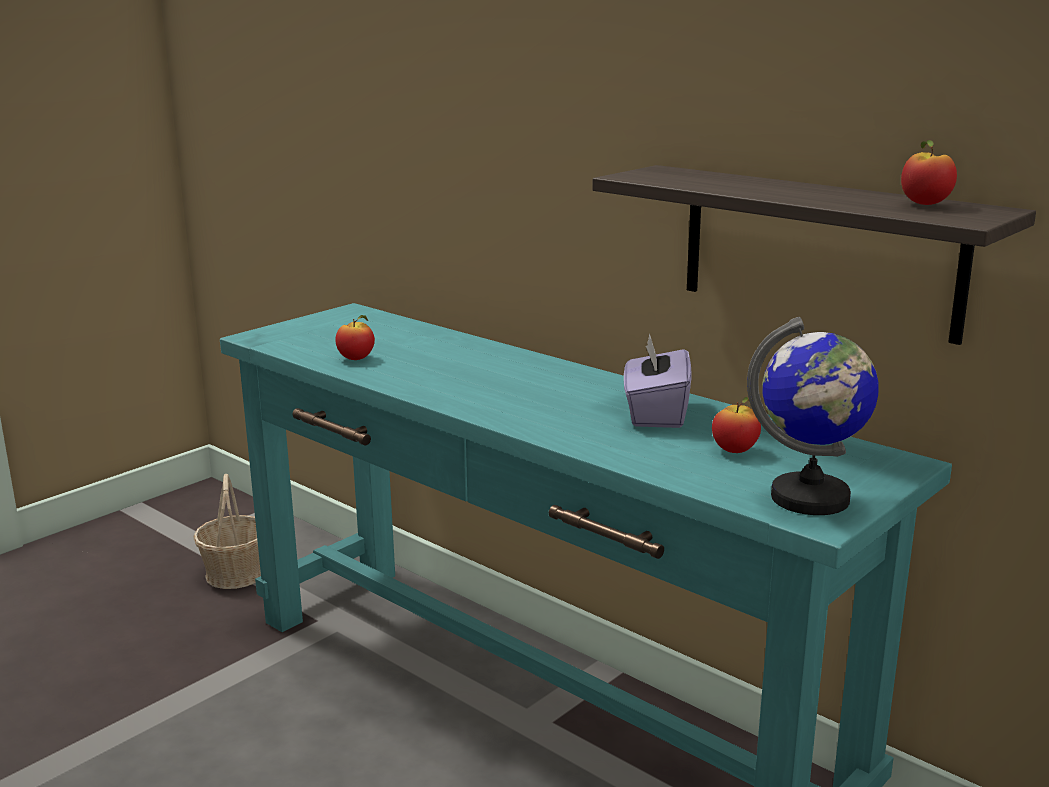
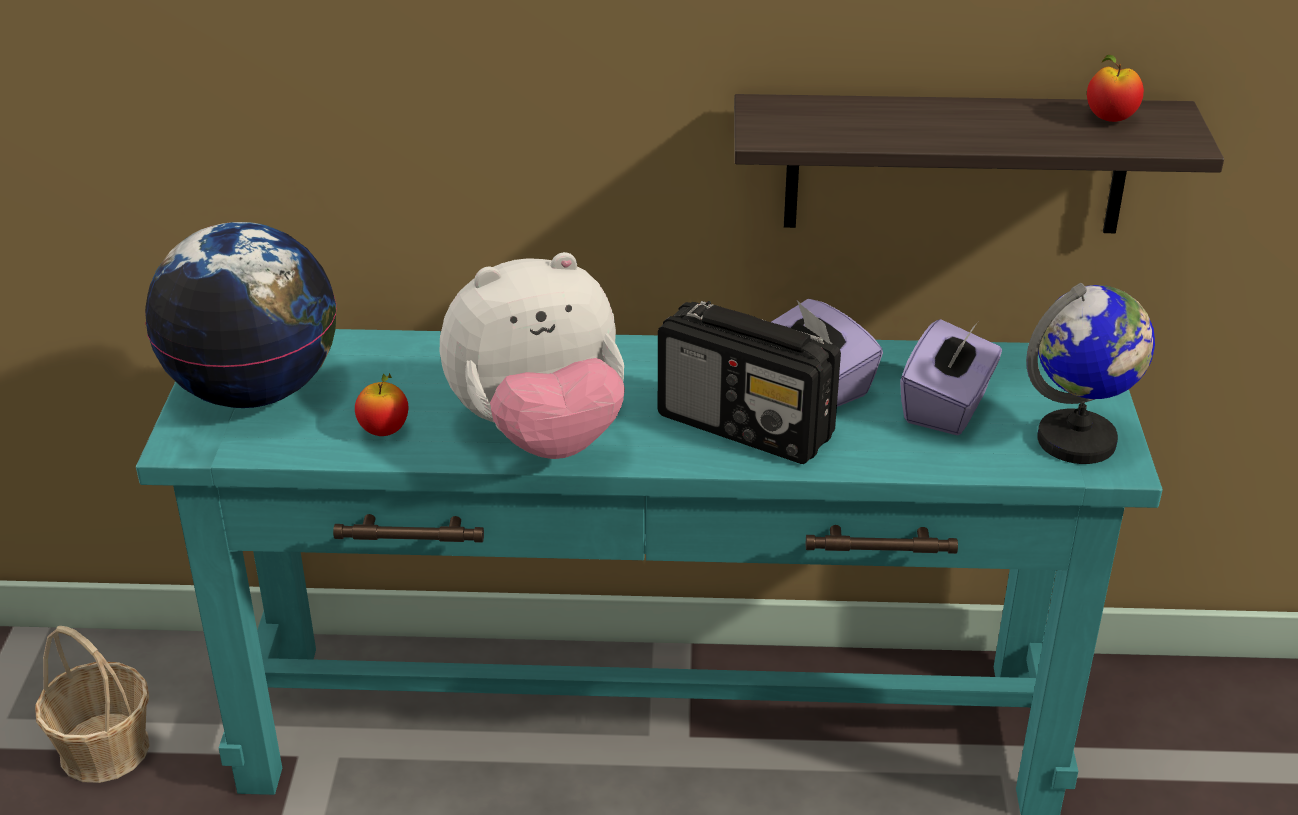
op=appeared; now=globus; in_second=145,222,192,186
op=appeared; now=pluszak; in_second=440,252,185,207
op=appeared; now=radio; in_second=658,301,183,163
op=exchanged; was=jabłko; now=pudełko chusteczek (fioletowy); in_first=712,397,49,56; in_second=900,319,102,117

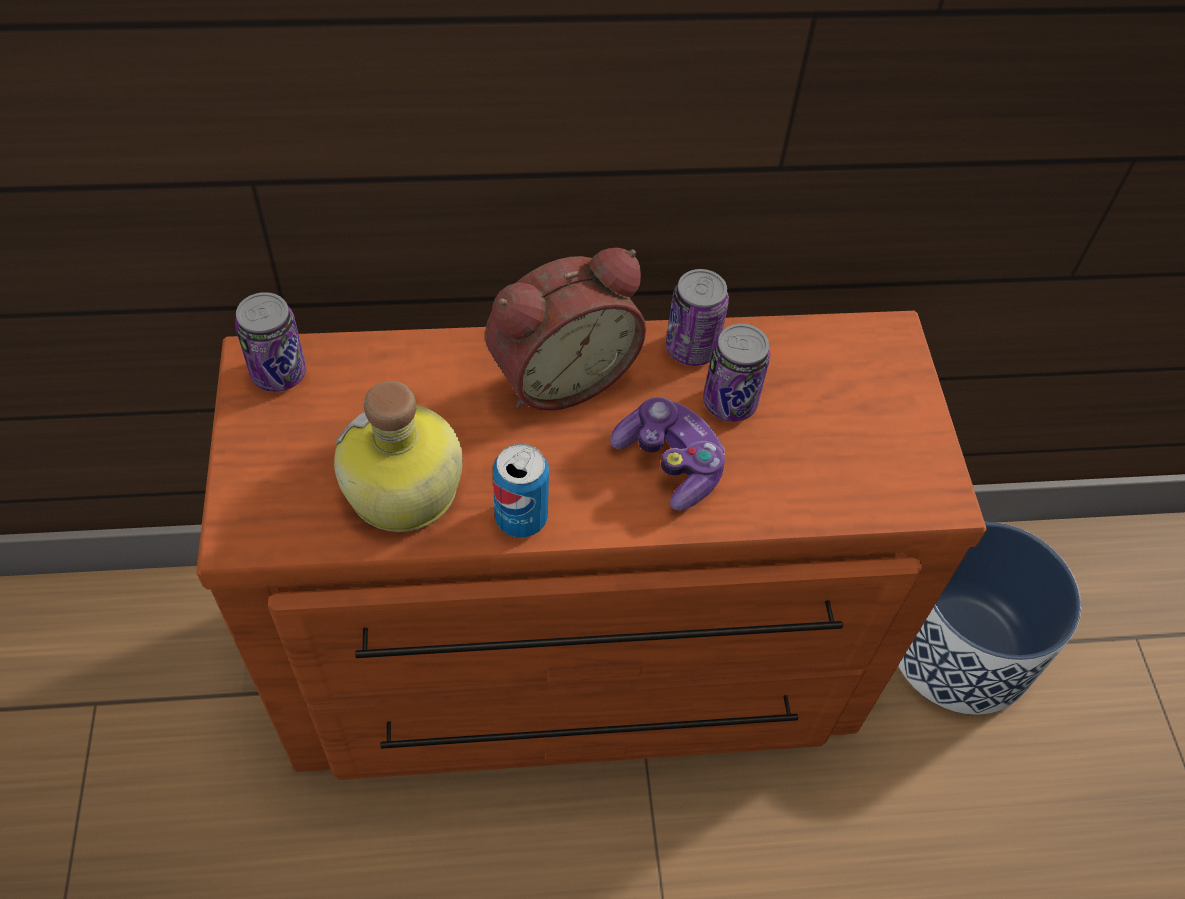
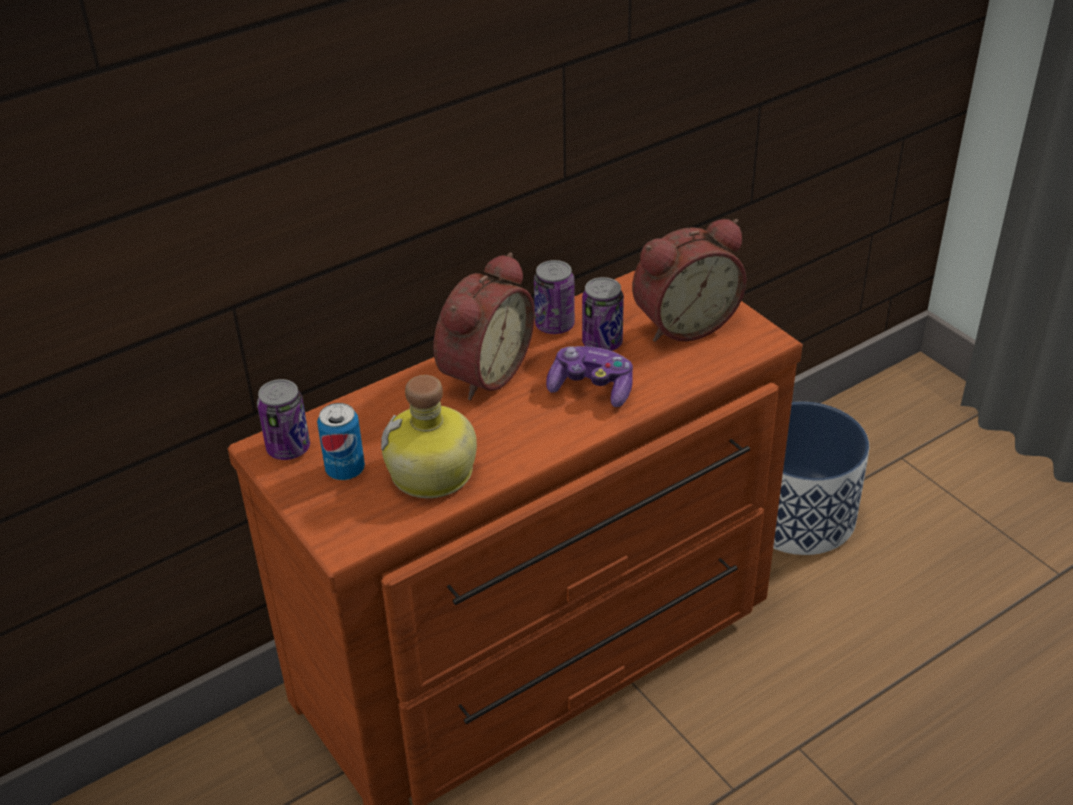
op=relocated; was=puszka; in_first=493,444,56,94; in_second=317,403,48,77
op=appeared; now=budzik; in_second=632,219,114,123

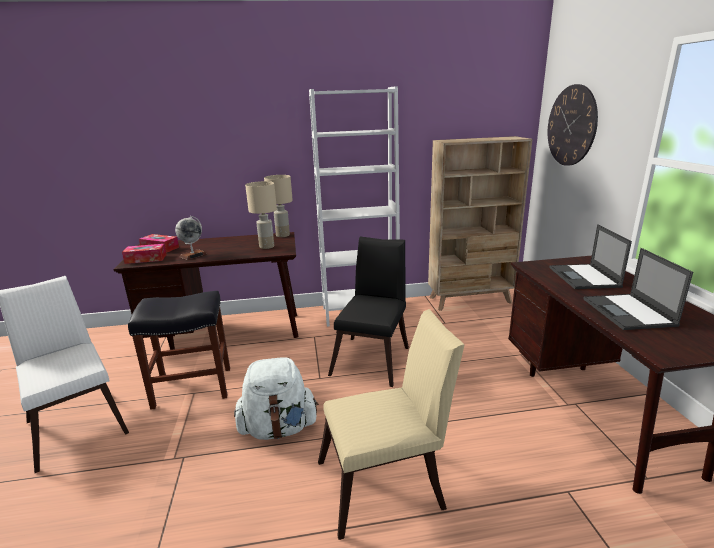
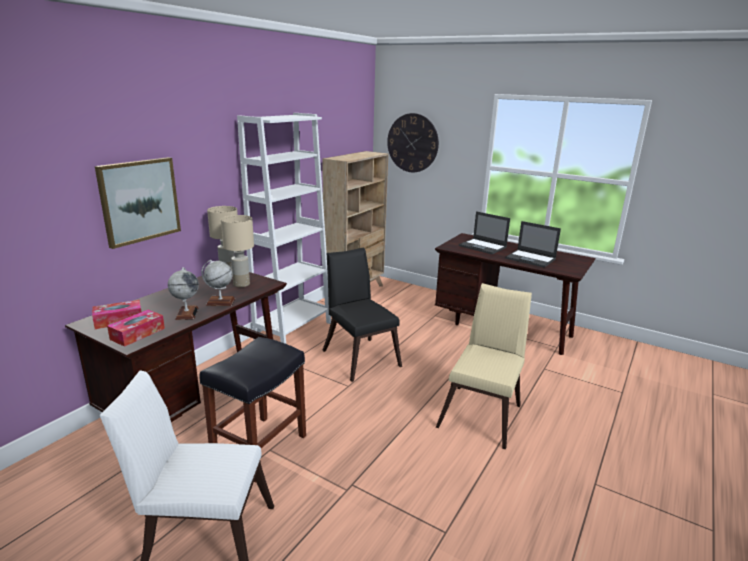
op=appeared; now=obraz; in_second=95,157,86,92
op=appeared; now=globus; in_second=201,260,34,46
op=missing; was=plecak (biały); in_first=234,357,85,83

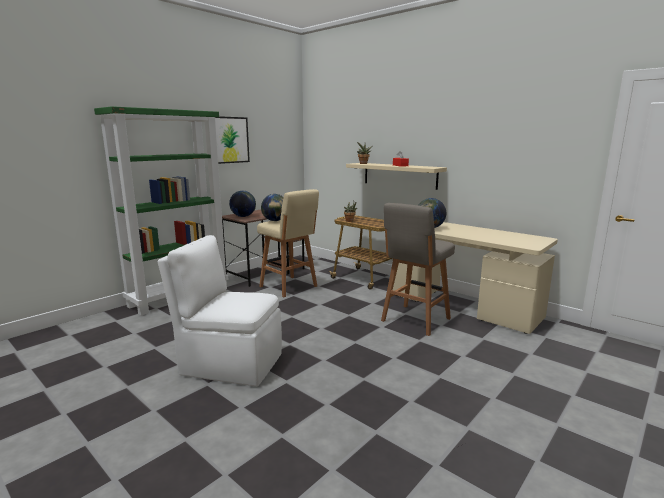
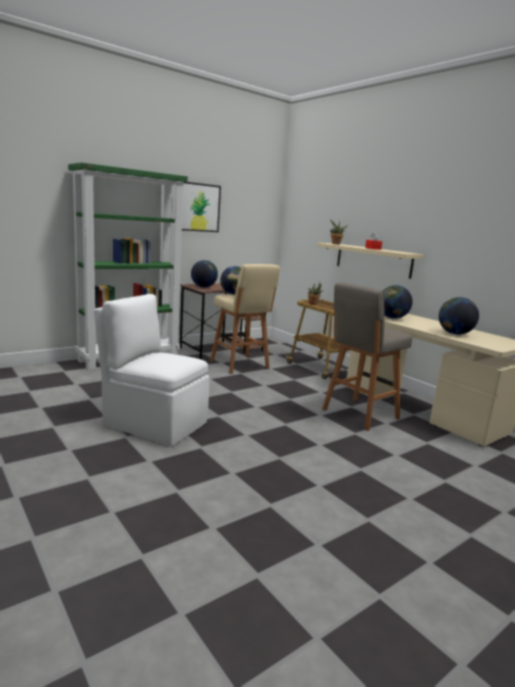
op=appeared; now=globus; in_second=439,297,40,38

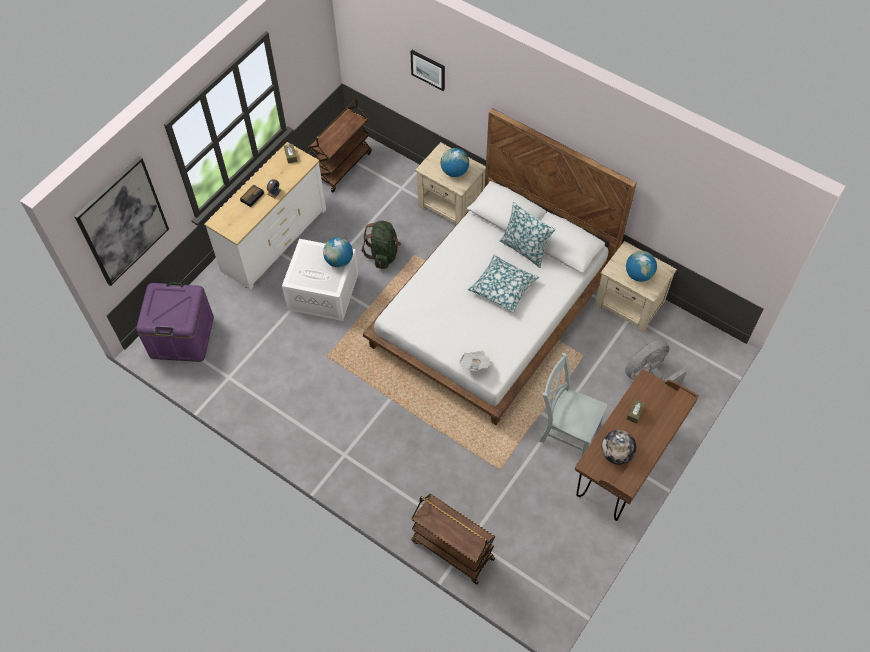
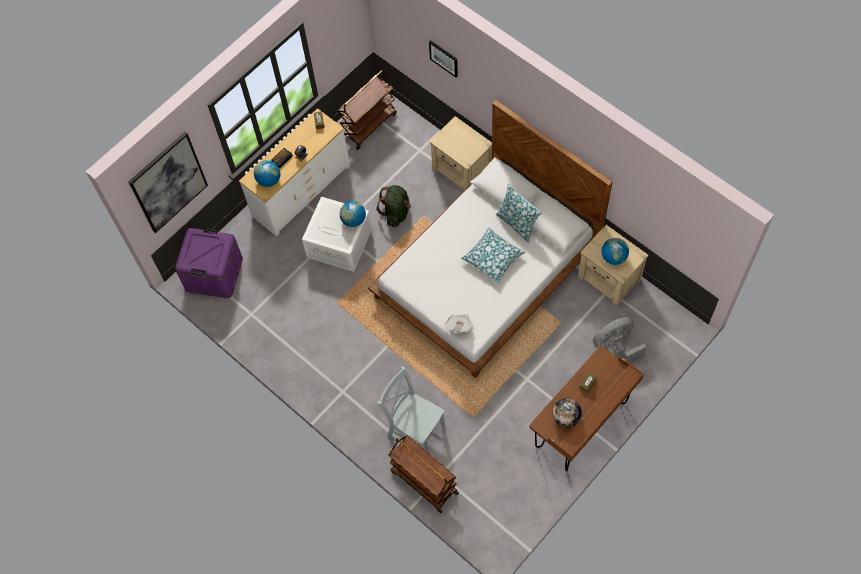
op=relocated; was=globus; in_first=440,148,29,29; in_second=254,160,26,27
op=relocated; was=krzesło (szary); in_first=539,353,68,102; in_second=377,366,68,84

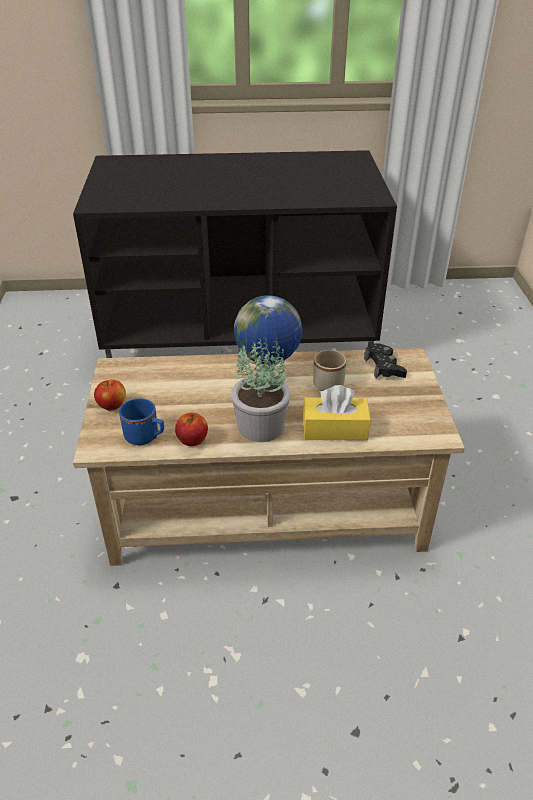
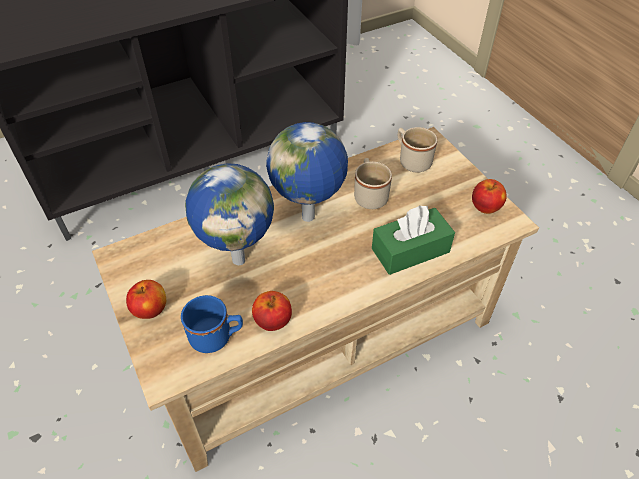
op=appeared; now=globus; in_second=185,163,89,102
op=colour; was=pudełko chusteczek (żółty); now=pudełko chusteczek (zielony); in_first=303,385,68,56; in_second=372,205,83,70
op=exchanged; was=pad do gier (czarny); now=kubek (beżowy); in_first=364,343,43,35; in_second=398,127,40,46
op=appeared; now=jabłko; in_second=472,179,35,35
op=missing; was=roślina doniczkowa; in_first=231,336,59,106

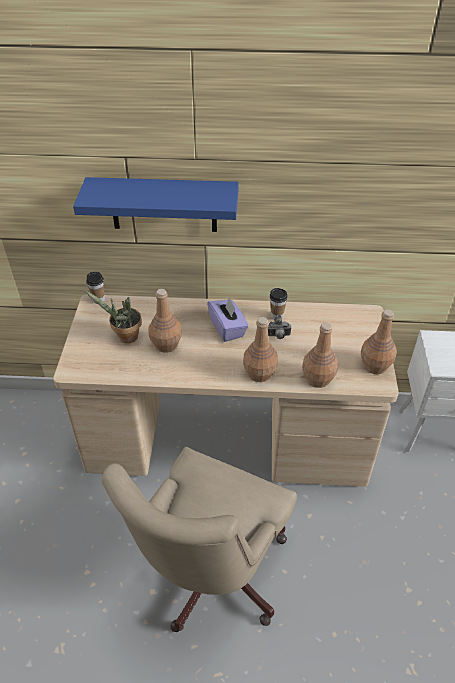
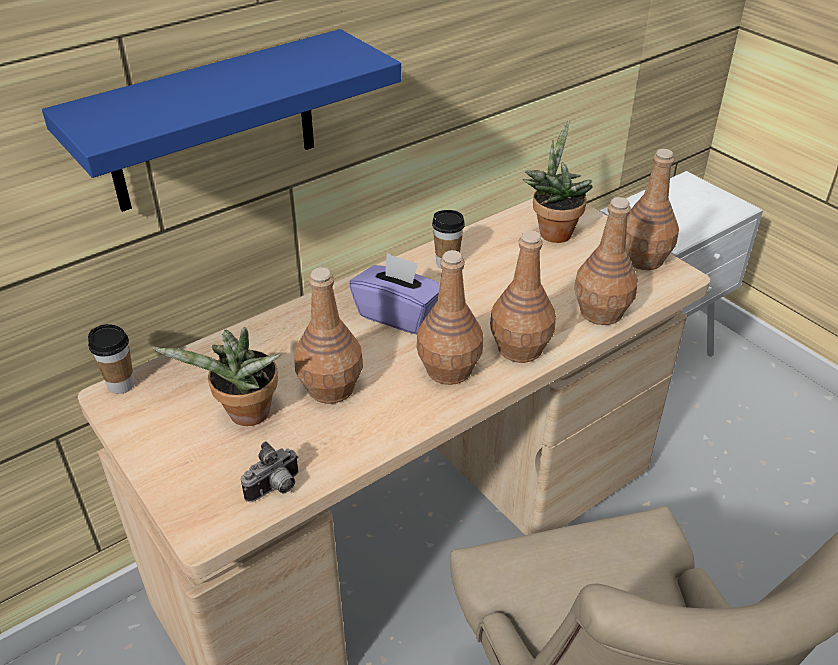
op=relocated; was=aparat fotograficzny; in_first=268,315,24,24; in_second=241,441,58,61
op=appeared; now=butelka (brązowy); in_second=417,250,66,135
op=appeared; now=roślina doniczkowa; in_second=523,120,70,123

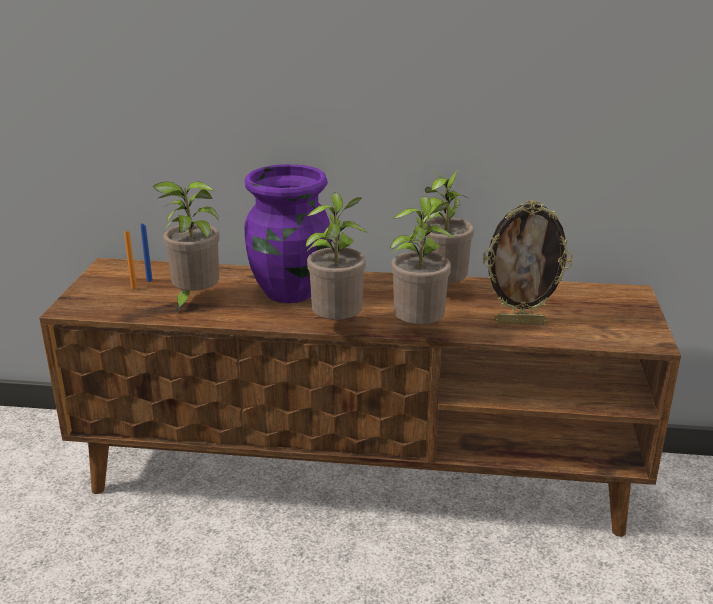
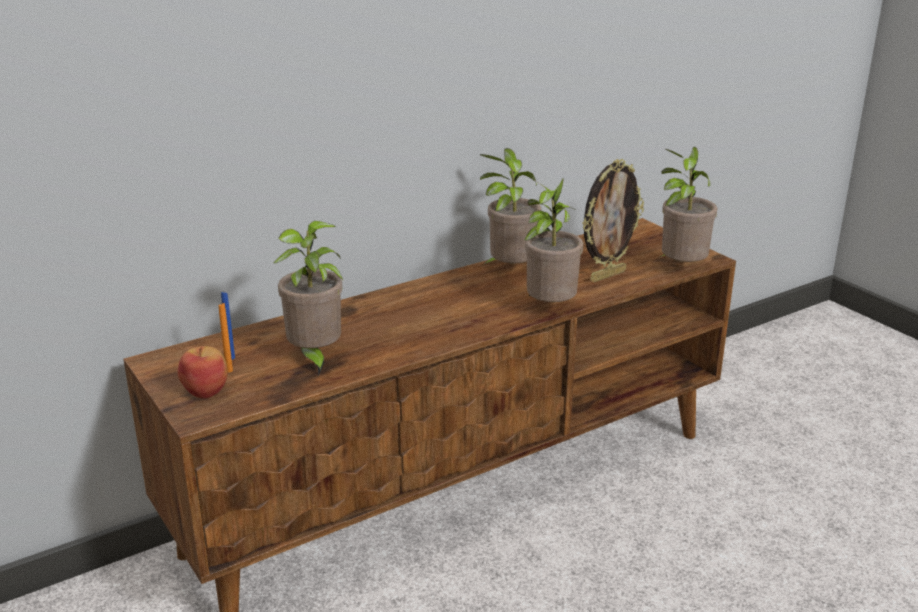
op=appeared; now=jabłko; in_second=177,346,51,53
op=relocated; was=roślina doniczkowa; in_first=305,193,63,127; in_second=657,147,60,115
op=missing; was=wazon (fioletowy); in_first=244,164,88,139

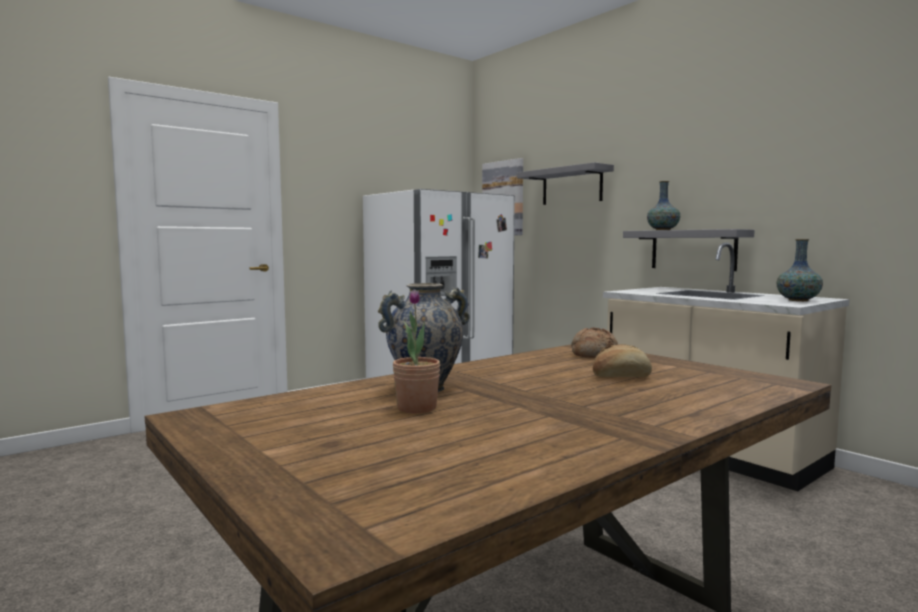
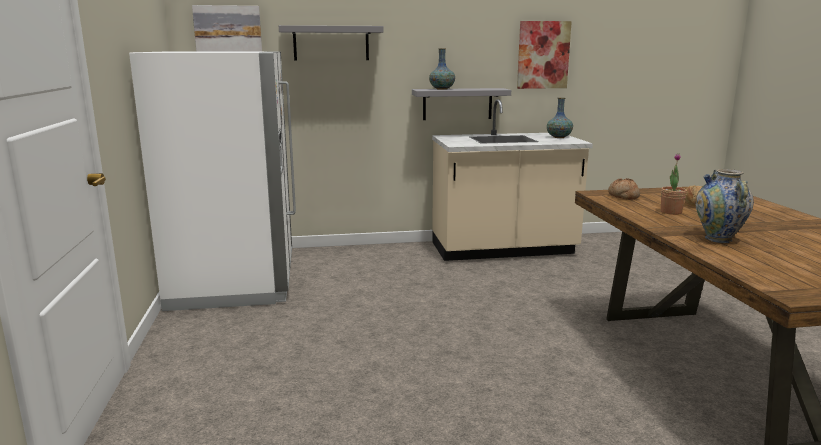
op=appeared; now=obraz; in_second=517,21,55,68
op=relocated; was=roślina doniczkowa; in_first=393,289,47,124; in_second=661,153,26,62

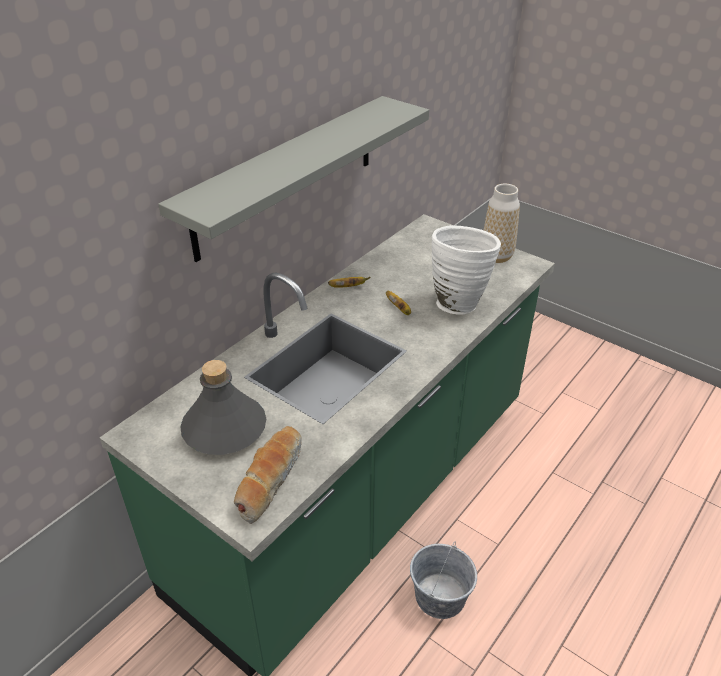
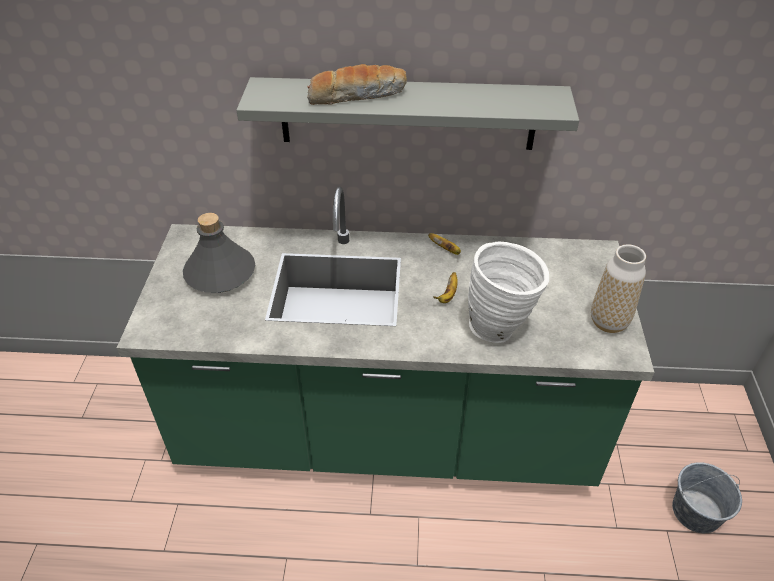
op=relocated; was=chleb; in_first=234,426,68,98; in_second=307,64,100,41
op=relocated; was=wiadro (szary); in_first=410,542,67,77; in_second=672,462,70,71

